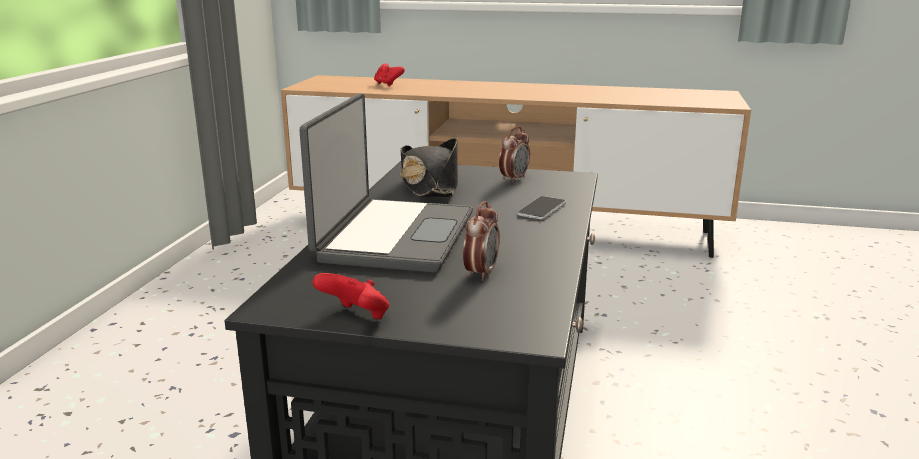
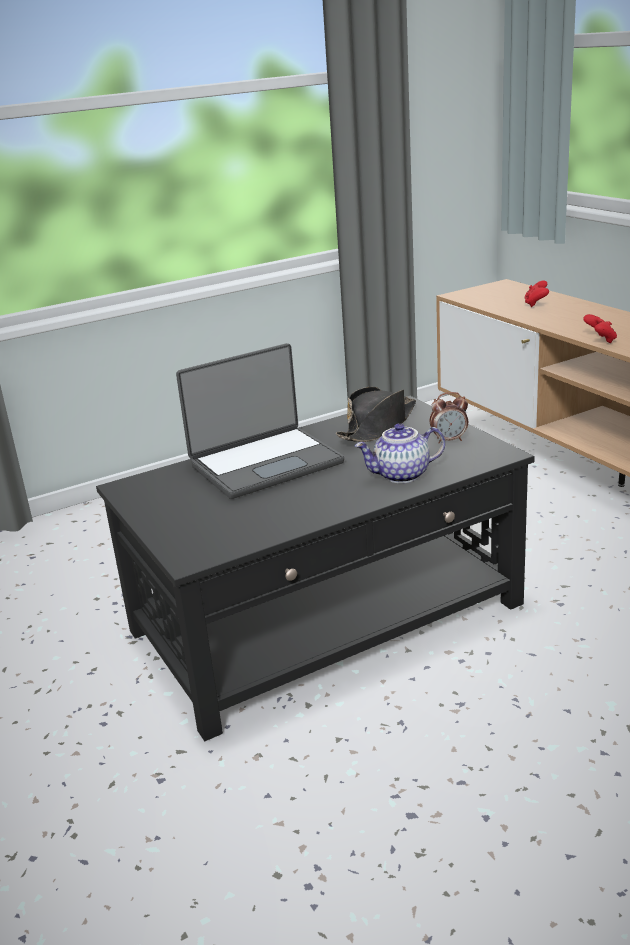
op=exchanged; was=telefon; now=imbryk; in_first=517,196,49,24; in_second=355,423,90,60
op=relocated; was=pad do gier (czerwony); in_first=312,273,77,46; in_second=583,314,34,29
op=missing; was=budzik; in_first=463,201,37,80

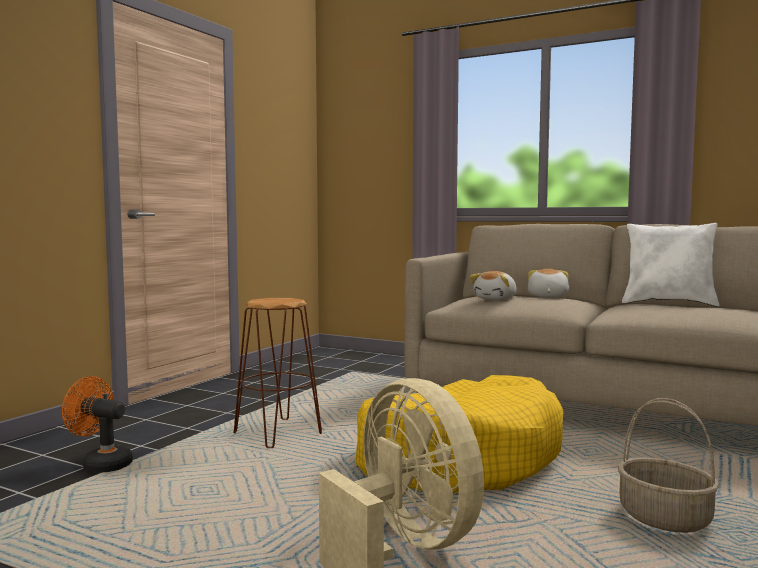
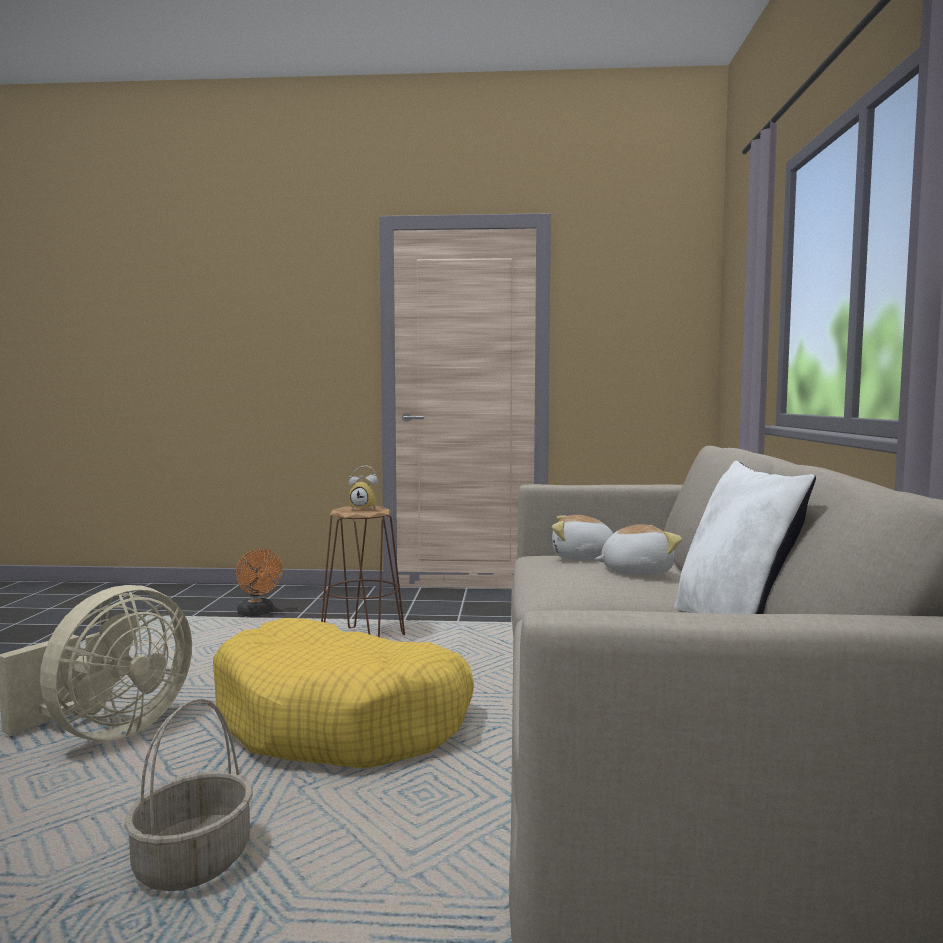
op=spun; was=wentylator (pomarańczowy); in_first=62,376,71,97; in_second=236,549,47,67; clockwise=150
op=appeared; now=budzik; in_second=349,465,29,45

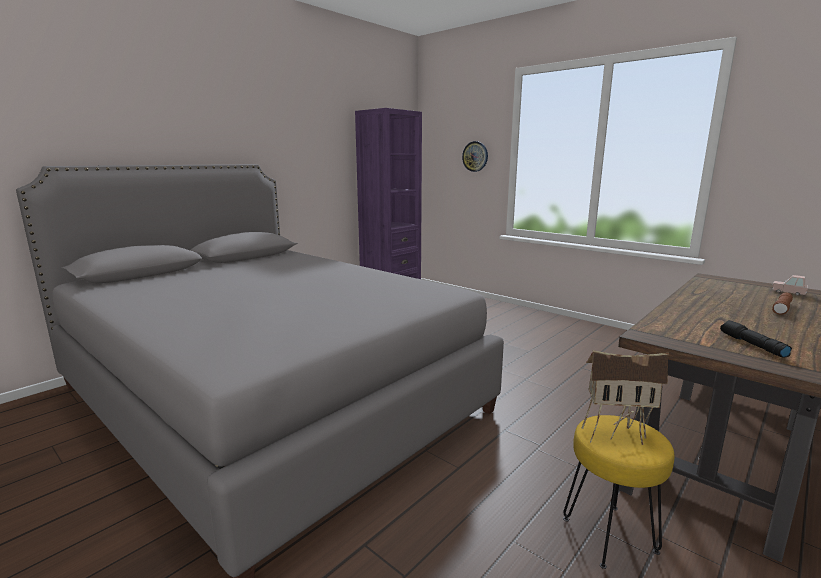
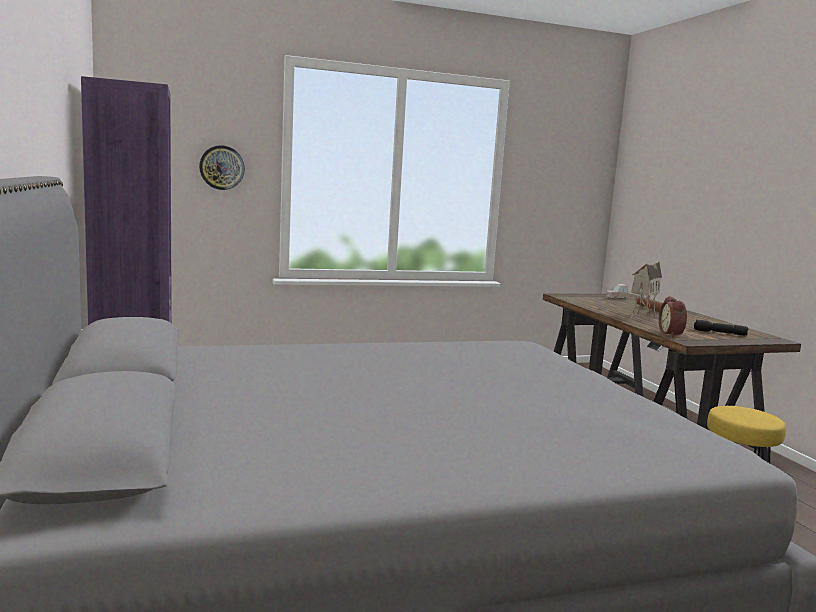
op=relocated; was=domek; in_first=582,350,87,95; in_second=631,261,31,60
op=appeared; now=budzik; in_second=659,296,28,41

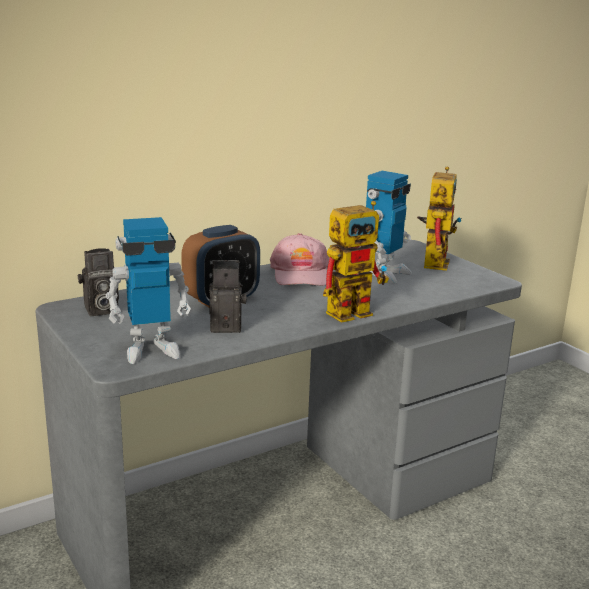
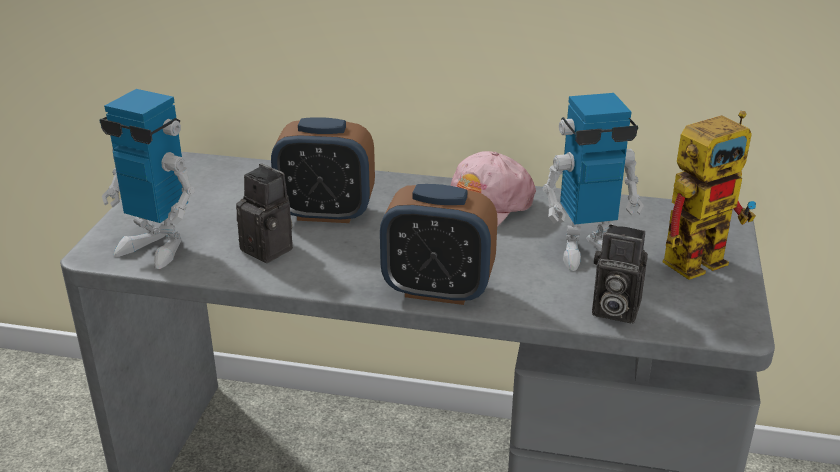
op=exchanged; was=robot zabawkowy; now=budzik; in_first=323,201,66,122; in_second=380,184,118,121
op=relocated; was=aparat fotograficzny; in_first=78,248,41,68; in_second=592,224,56,100

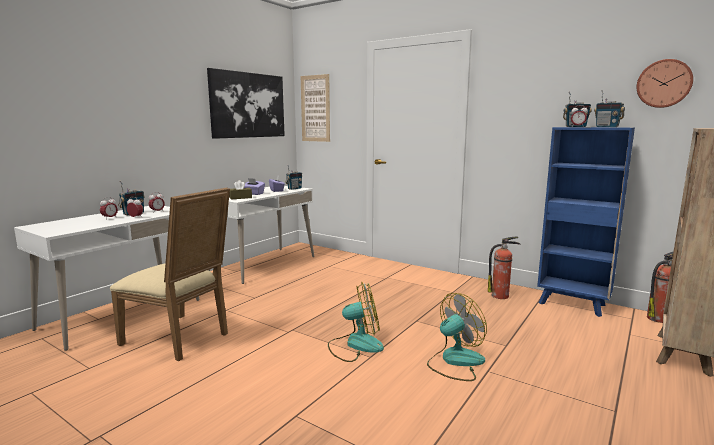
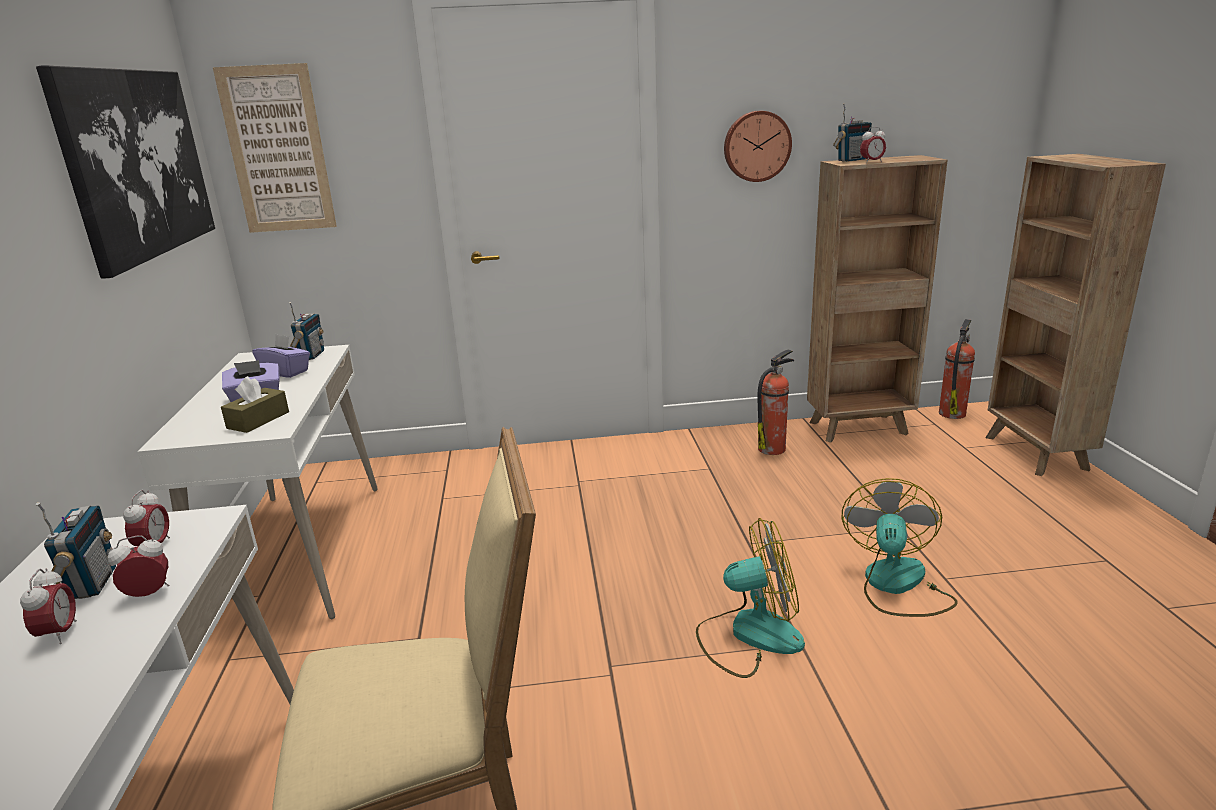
op=spun; was=wentylator; in_first=328,282,56,80; in_second=696,518,109,160; clockwise=45
op=relocated; was=zegar ścienny; in_first=637,59,56,49; in_second=724,111,68,71
op=colour; was=regał (niebieski); now=regał (brązowy); in_first=537,127,98,190; in_second=807,155,141,287
op=missing; was=radio; in_first=594,90,31,37

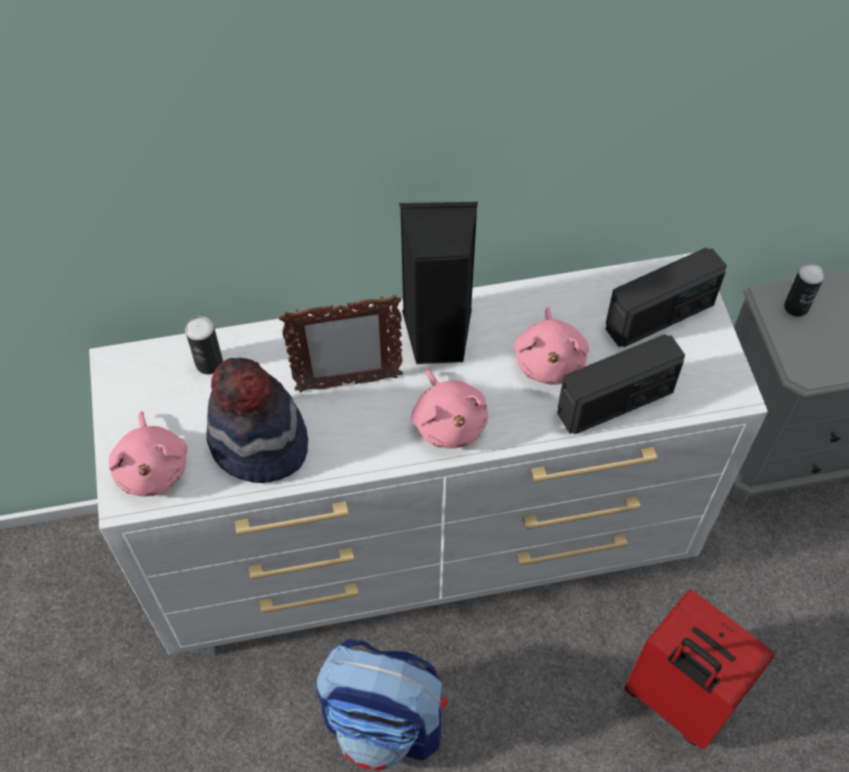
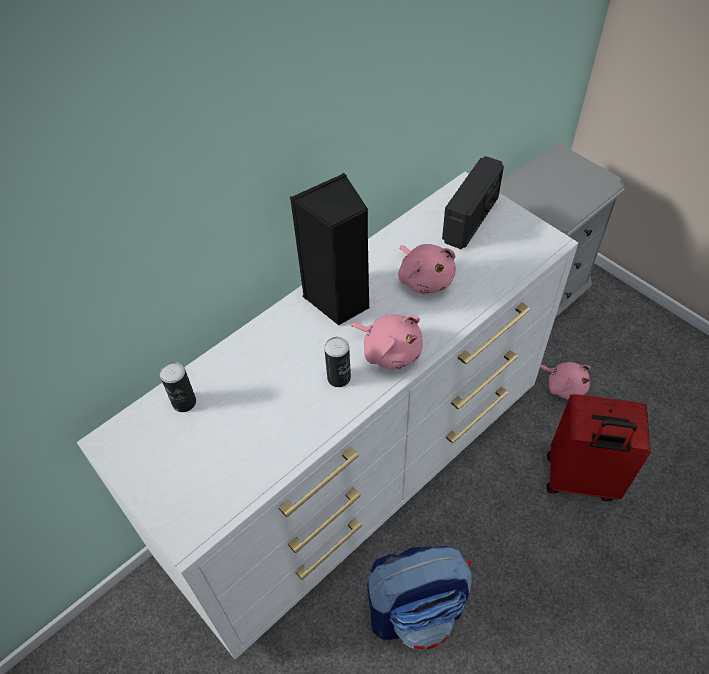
op=relocated; was=puszka; in_first=784,264,40,53; in_second=324,337,27,50
op=relocated; was=pluszak (różowy); in_first=109,411,78,85; in_second=540,362,51,38
op=missing; was=kapelusz; in_first=206,358,102,125
op=missing; was=ramka na zdjęcie; in_first=279,295,124,97
op=missing; was=radio; in_first=557,334,128,100

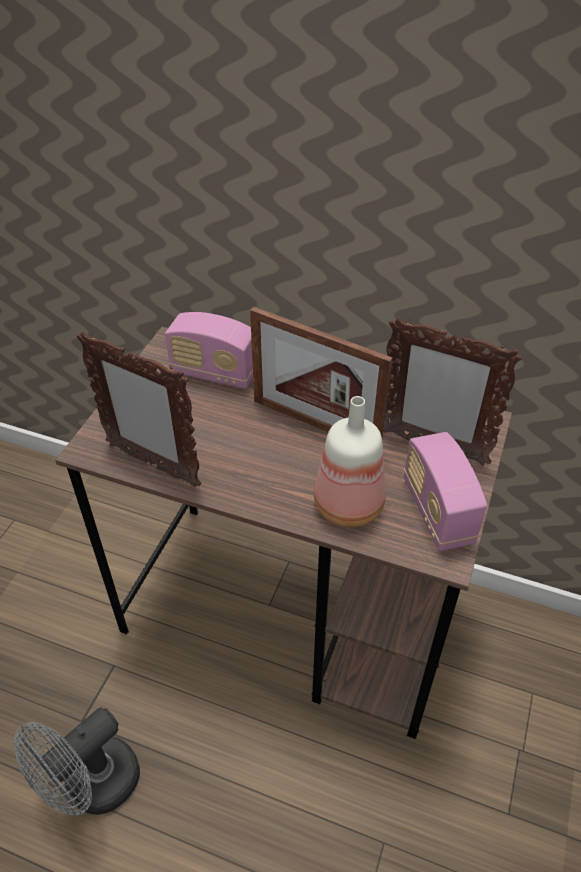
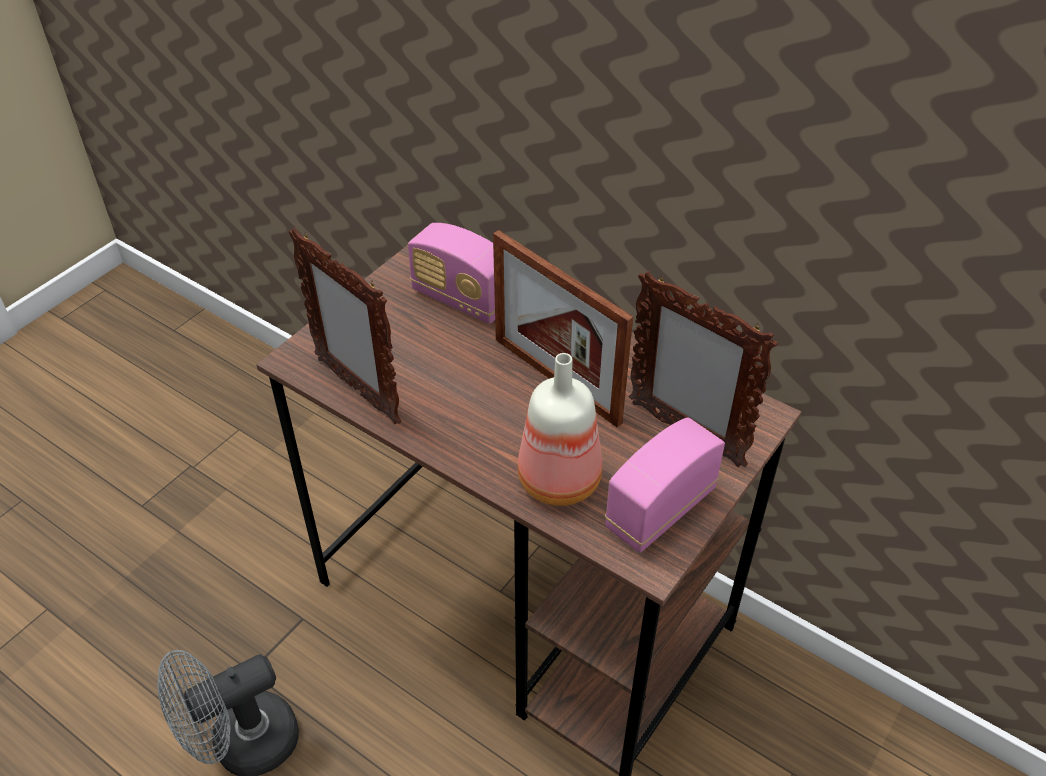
op=spun; was=radio; in_first=404,432,83,119; in_second=605,417,120,136; clockwise=45

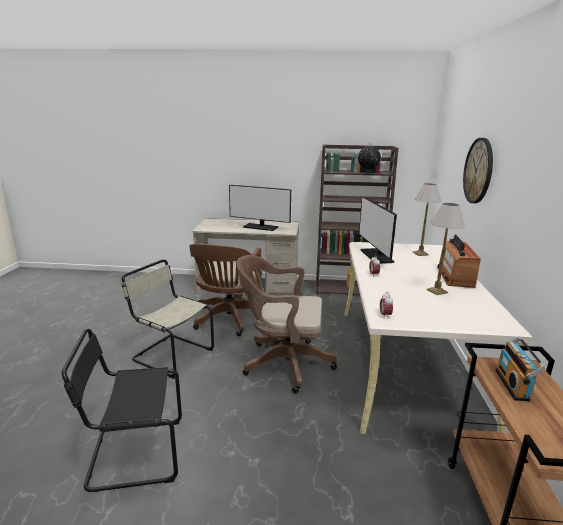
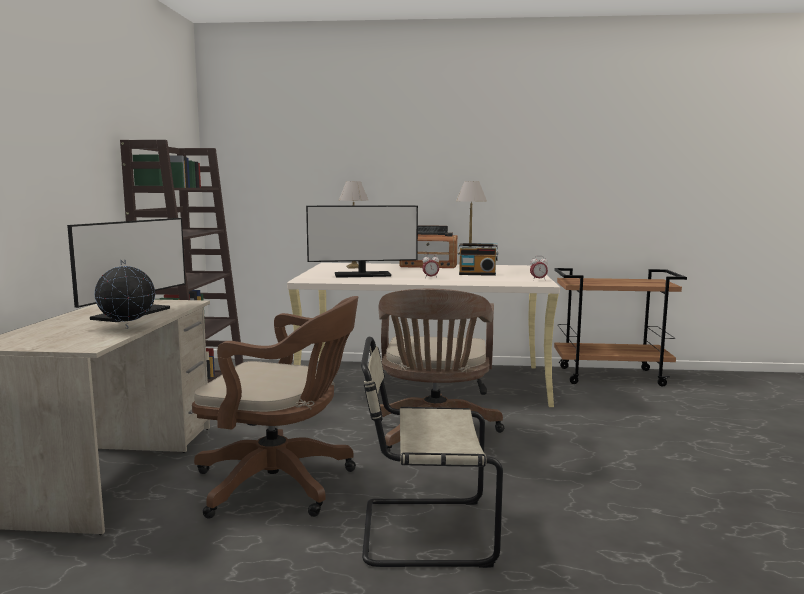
op=relocated; was=globus; in_first=358,143,23,26; in_second=95,259,60,70
op=spun; was=krzesło (beżowy); in_first=121,260,93,119; in_second=361,336,142,232; clockwise=60
op=relocated; was=radio; in_first=495,336,51,66; in_second=457,243,42,33
op=missing; was=krzesło (czarny); in_first=61,329,121,163
op=missing; was=zegar ścienny; in_first=463,138,30,65

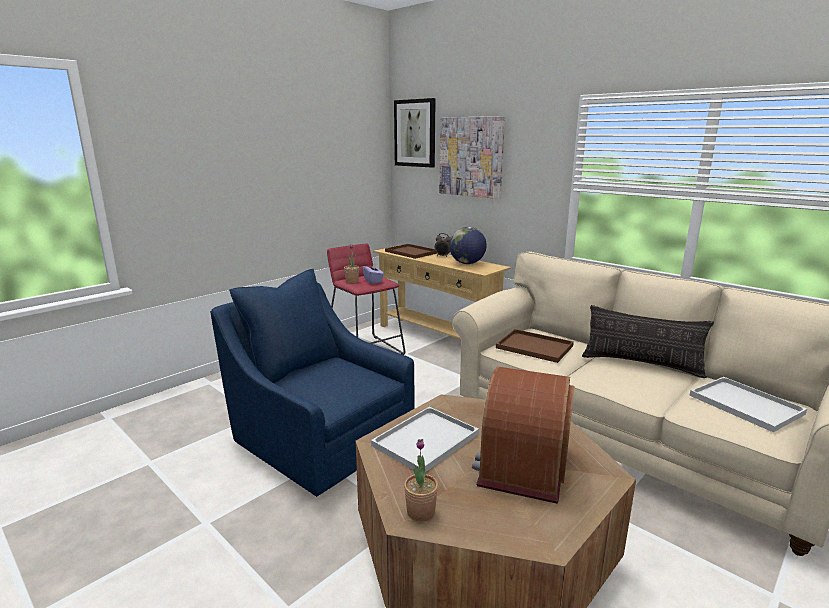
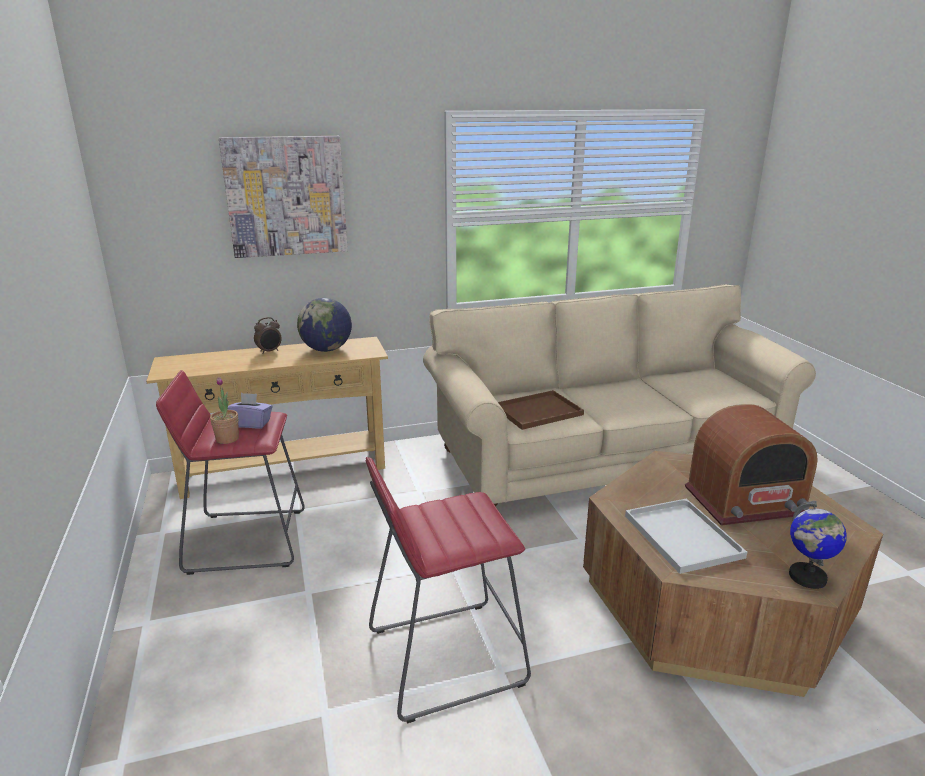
op=exchanged; was=fotel (niebieski); now=stołek (czerwony); in_first=210,269,205,228; in_second=366,457,165,266
op=spun; was=radio; in_first=472,366,103,138; in_second=685,404,133,122; clockwise=-60
op=exchanged; was=roślina doniczkowa; now=globus; in_first=404,439,34,83; in_second=789,501,58,88
op=missing; was=taca (brązowy); in_first=385,244,52,15
op=missing; was=obraz; in_first=394,98,42,70
op=missing; was=poduszka; in_first=582,305,132,73
op=missing; was=taca (biały); in_first=689,377,118,55

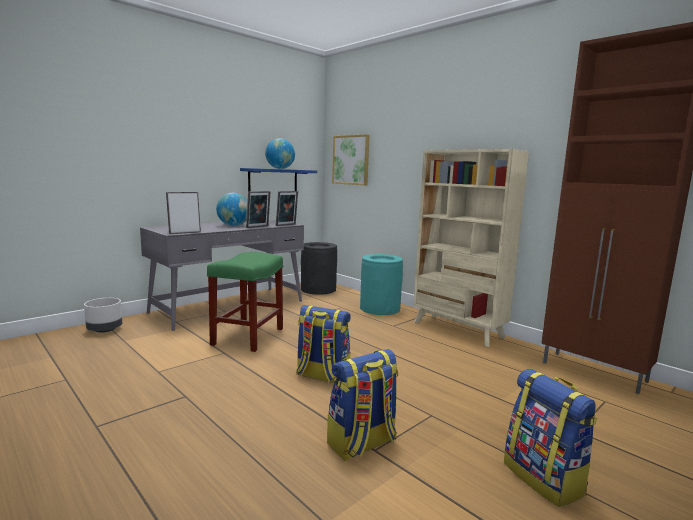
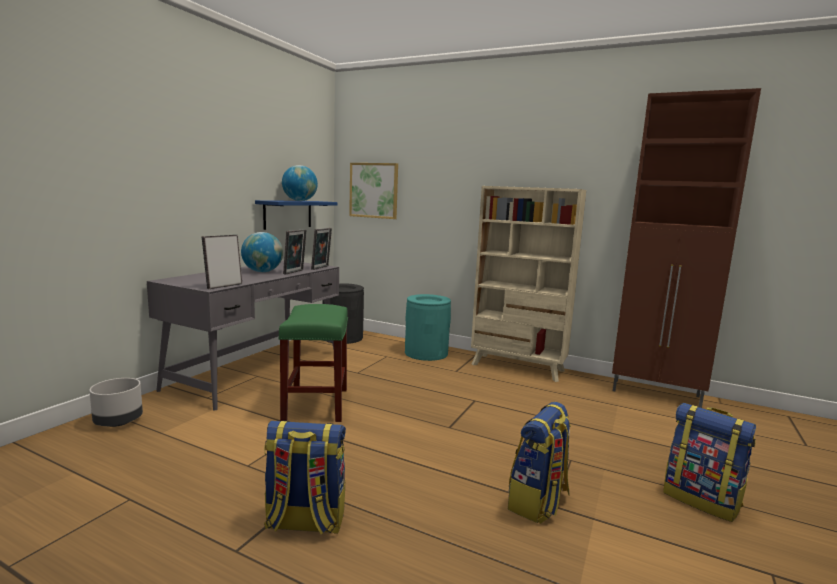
op=relocated; was=plecak; in_first=296,305,55,78; in_second=264,421,82,114

